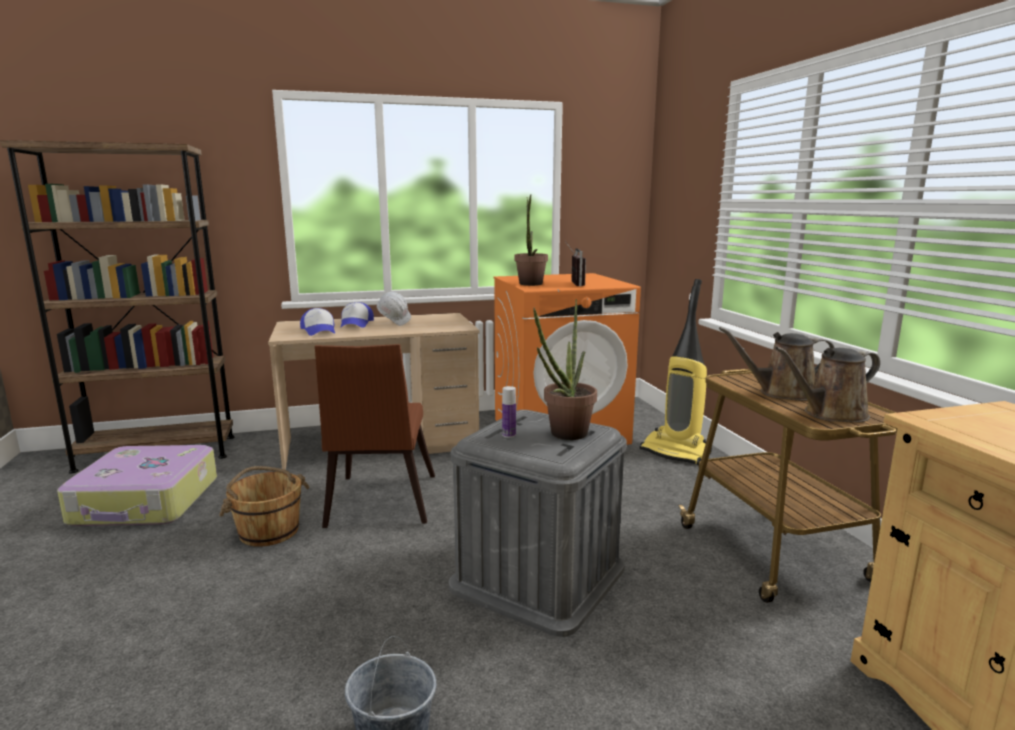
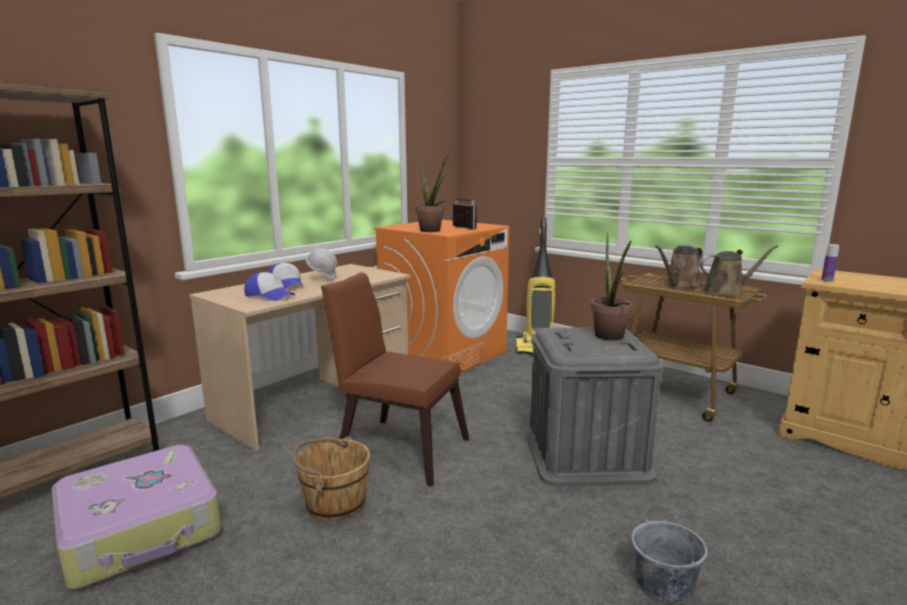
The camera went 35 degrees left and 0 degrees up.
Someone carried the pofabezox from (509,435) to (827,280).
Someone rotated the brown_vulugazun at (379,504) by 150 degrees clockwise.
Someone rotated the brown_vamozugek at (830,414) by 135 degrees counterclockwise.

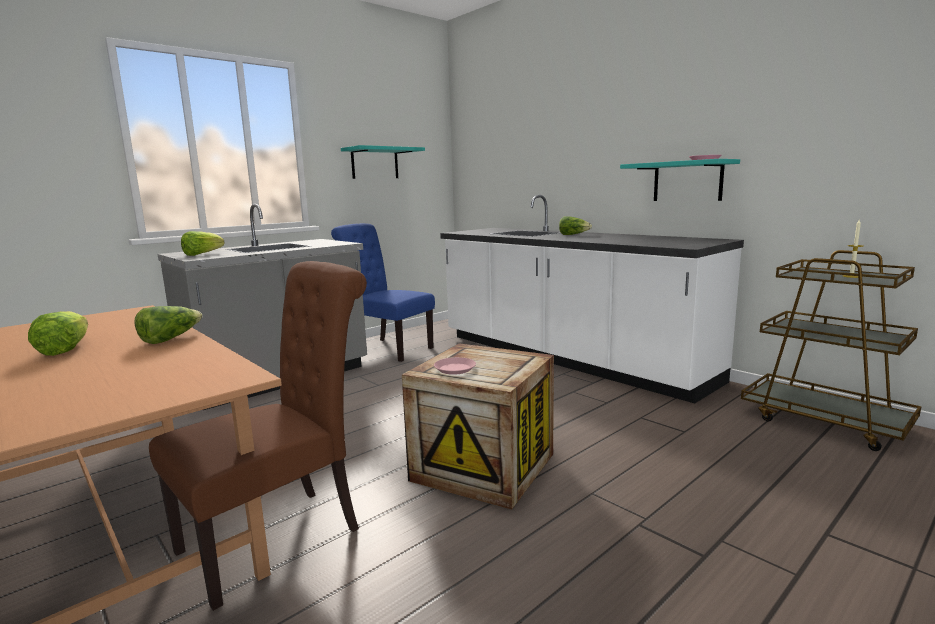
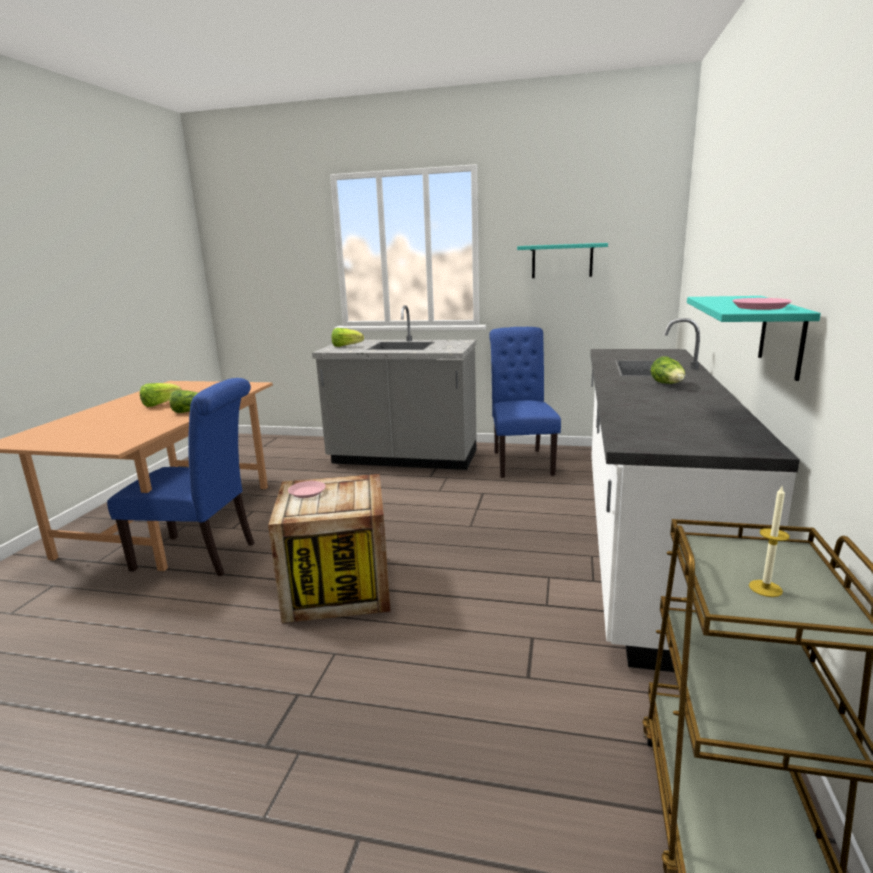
The camera went 55 degrees right and 5 degrees up.
Someone repainted the brown_vulugazun at (281,535), which became the blue_vulugazun at (202,556).

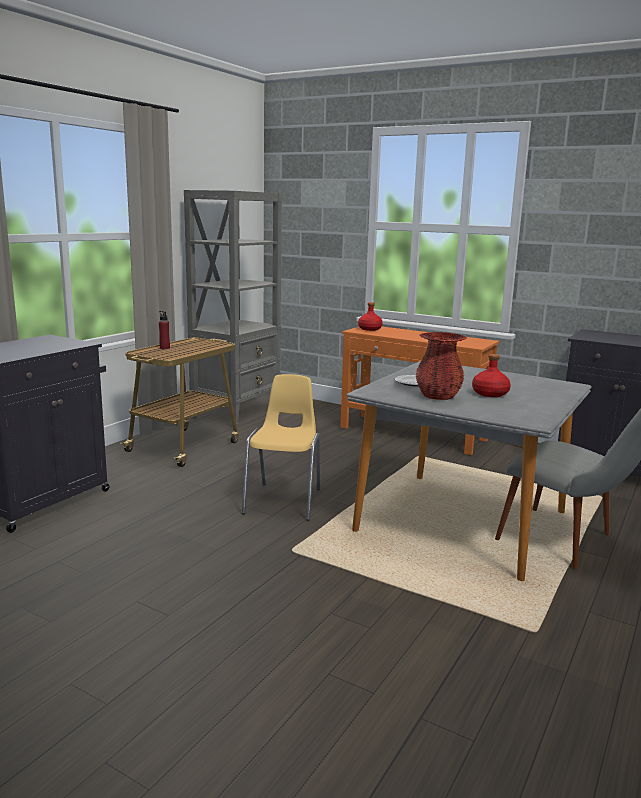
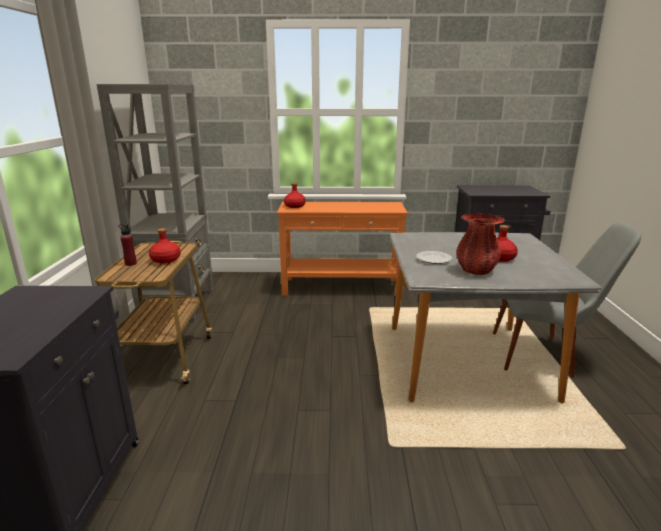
The camera went 30 degrees left and 5 degrees up.
Someone took away the yellow_vulugazun at (284,501).
Someone put down the red_pofabezox at (165,260).

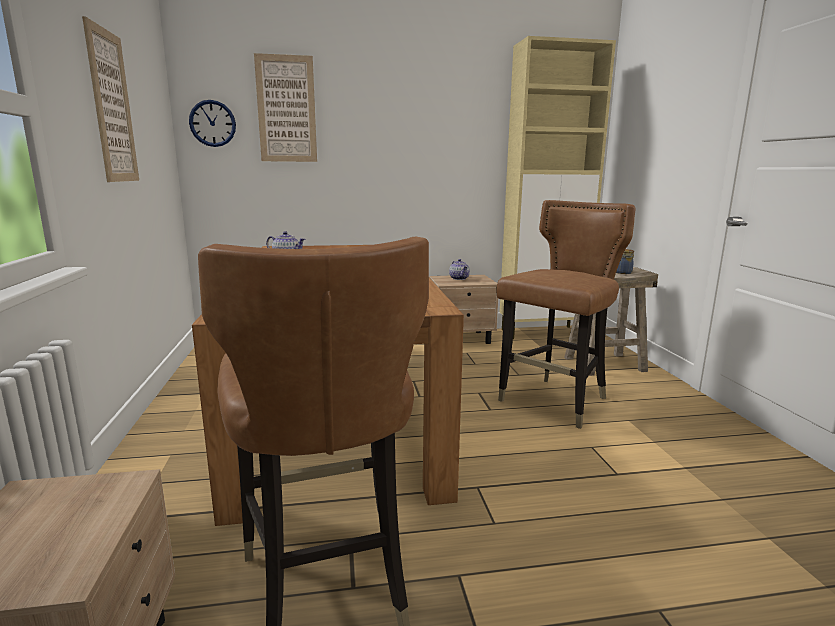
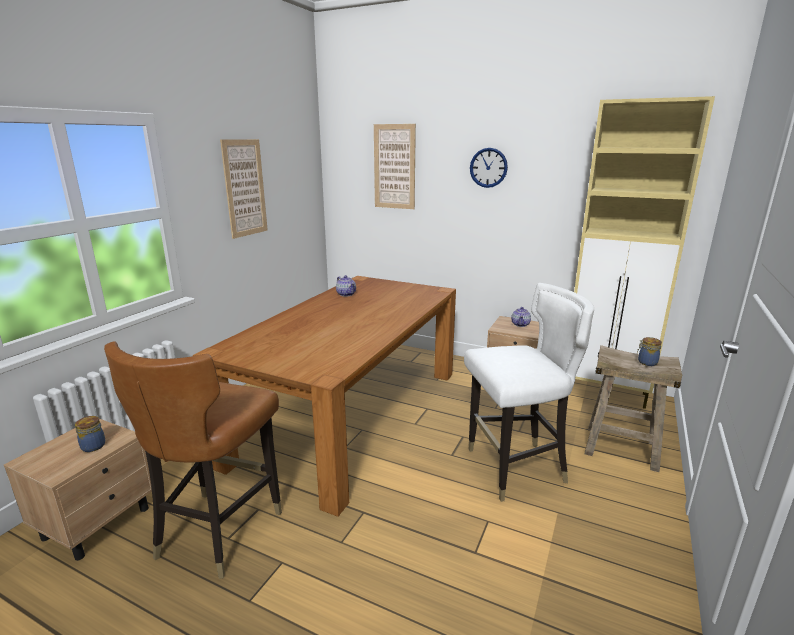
The camera went 35 degrees right and 5 degrees up.
Someone put down the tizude at (92,446).
Someone carried the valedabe from (212,123) to (488,167).
Someone repainted the brown_vulugazun at (555,402), which became the white_vulugazun at (515,469).

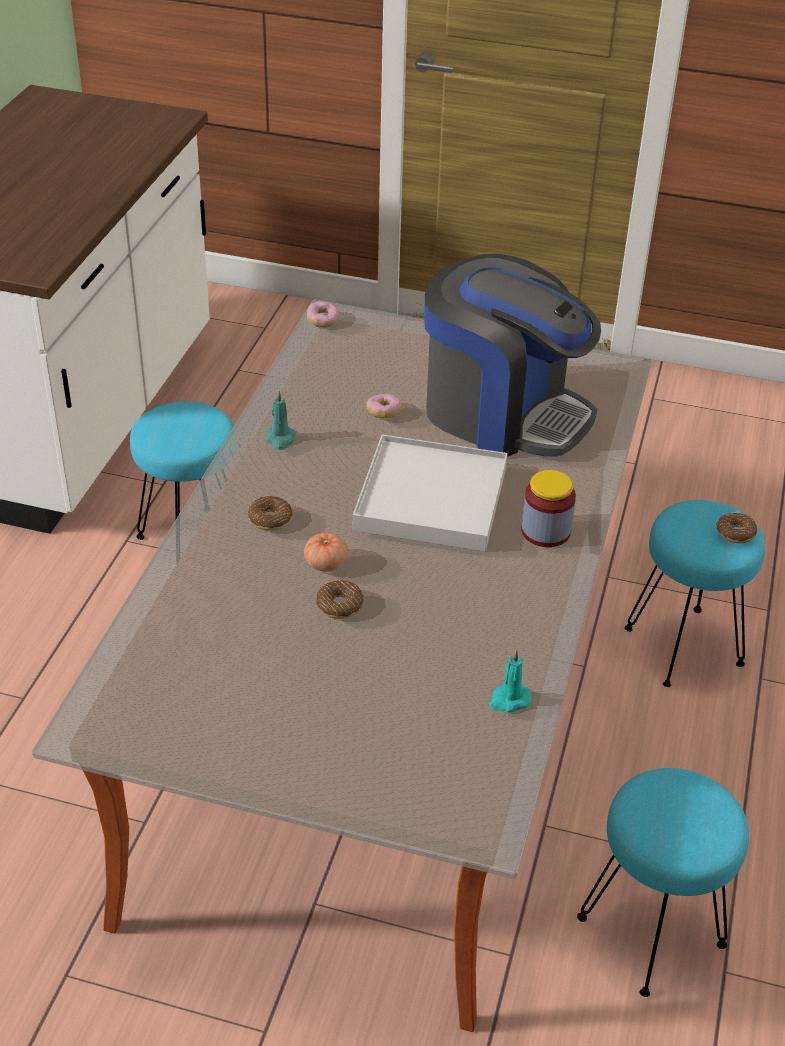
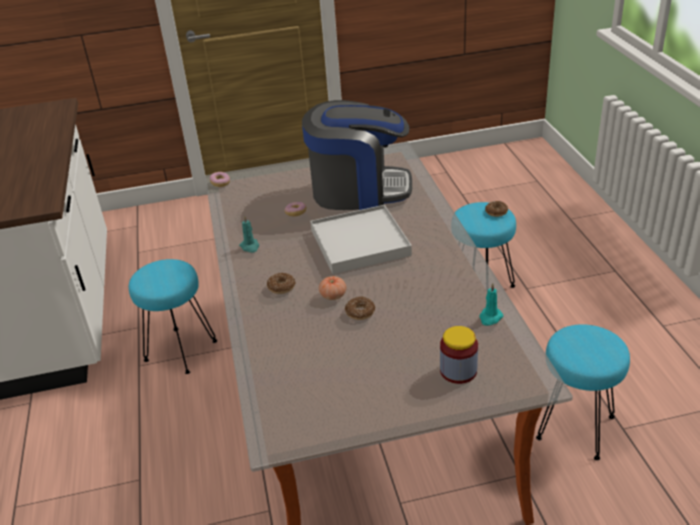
The camera went 25 degrees left and 5 degrees down.
Someone carried the tizude from (545,531) to (458,371).

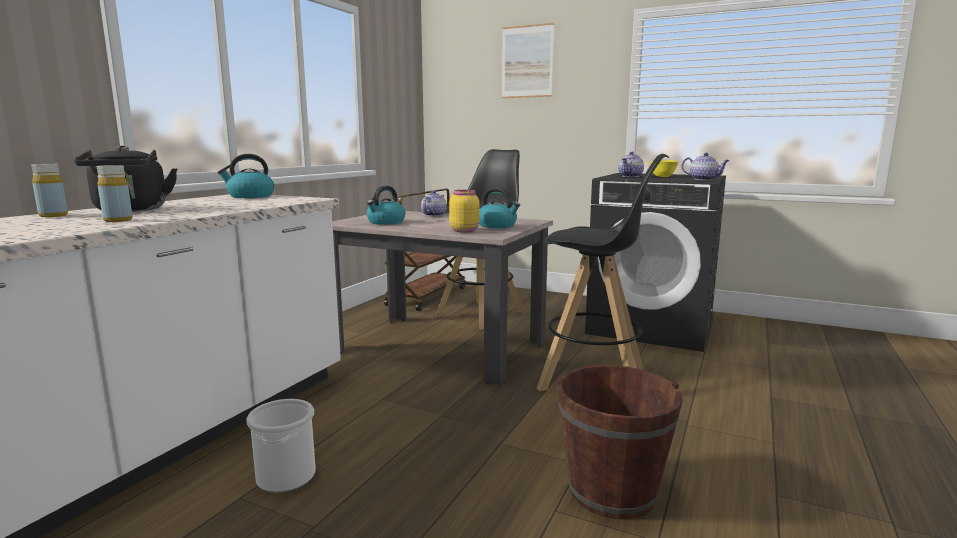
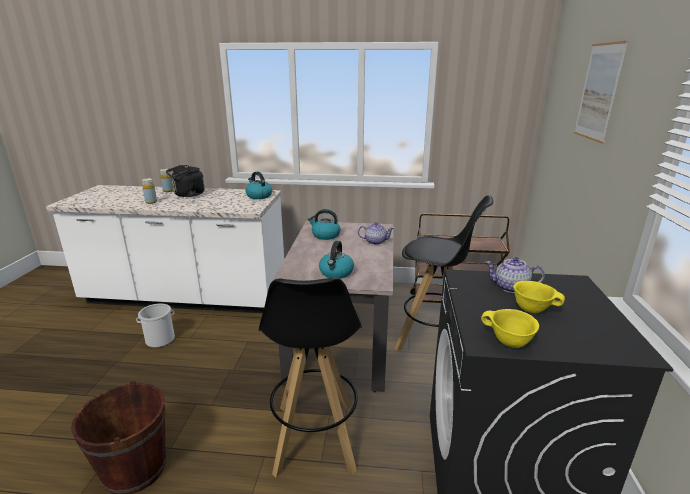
The camera went 70 degrees right and 10 degrees up.
Someone took away the yellow_tizude at (464,230).
Someone swapped the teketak at (704,179) for the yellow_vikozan at (508,342).

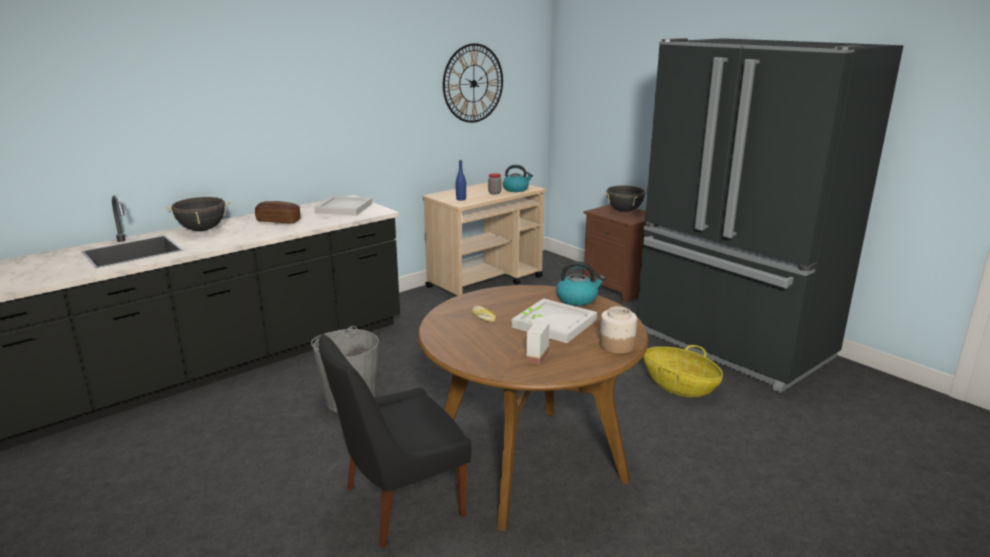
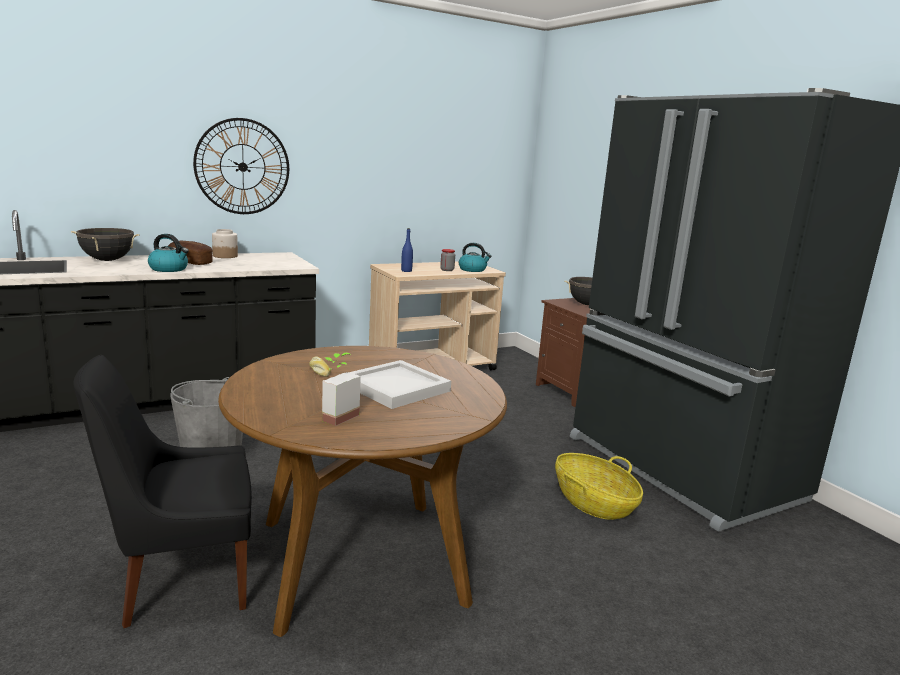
The camera went 10 degrees right and 5 degrees down.
Someone took away the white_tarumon at (345,208).
Someone carried the valedabe from (473,83) to (242,167).
Someone carried the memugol from (577,299) to (169,269).
Someone carried the tizude from (616,345) to (225,256).

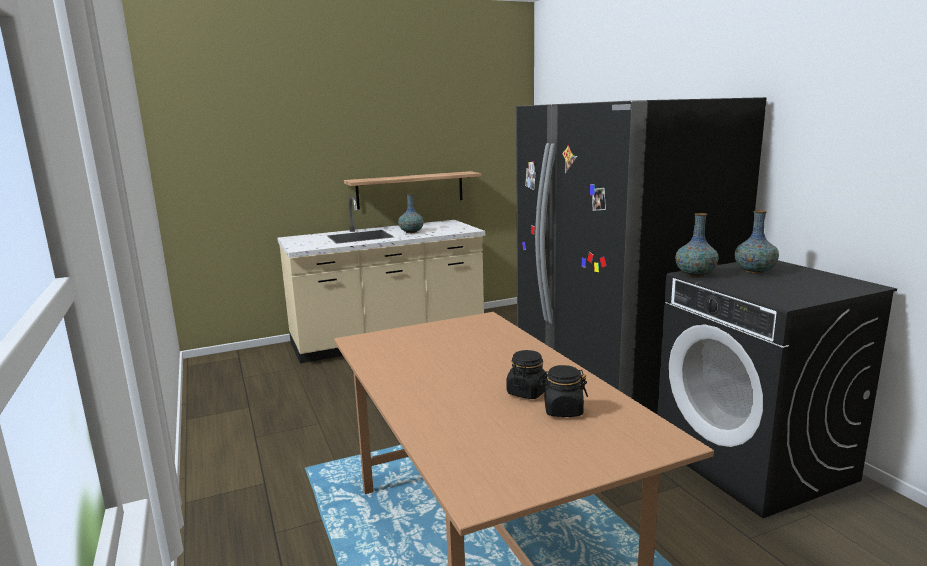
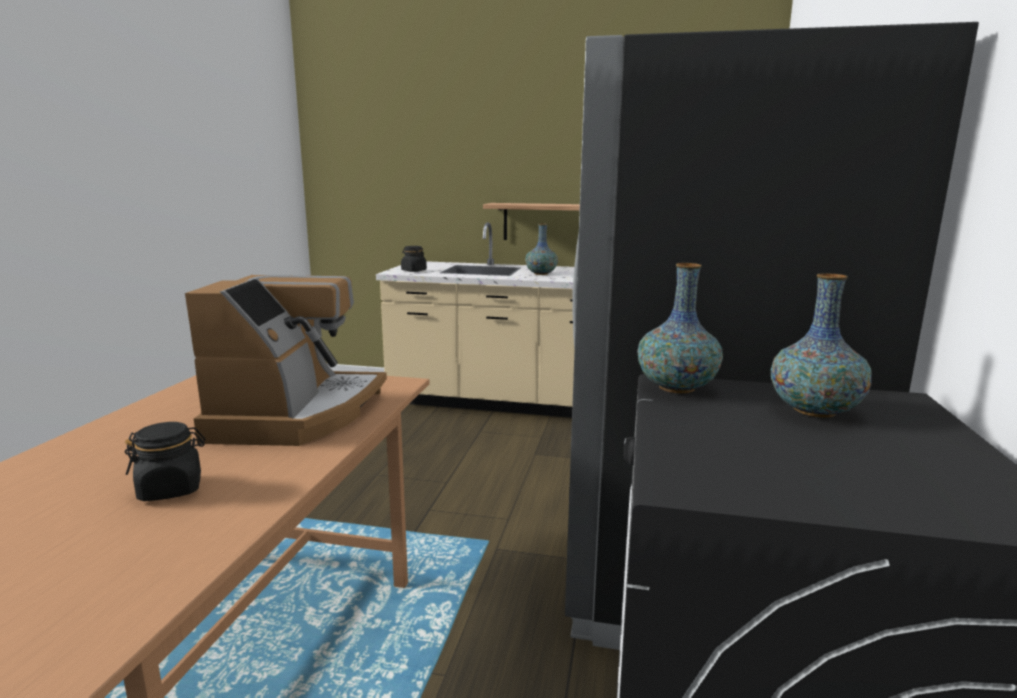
The camera went 35 degrees right and 0 degrees up.
Someone put down the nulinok at (297,414).
Someone carried the black_tizude from (563,410) to (413,270).

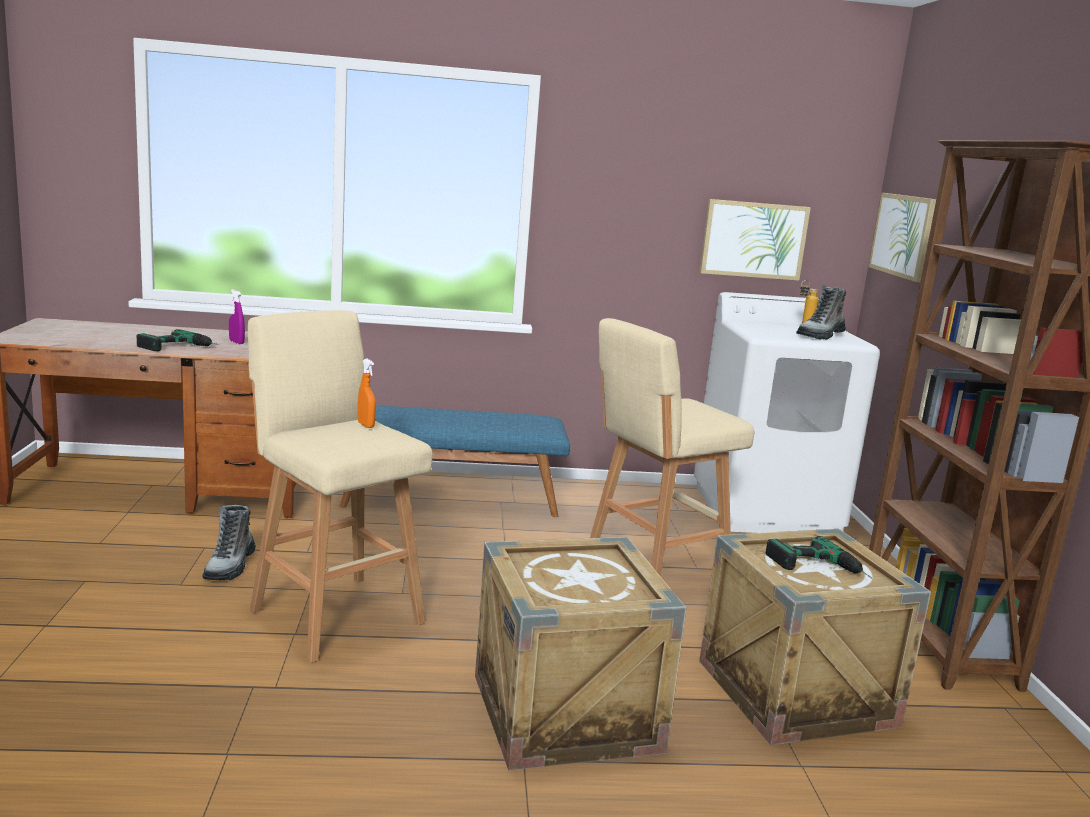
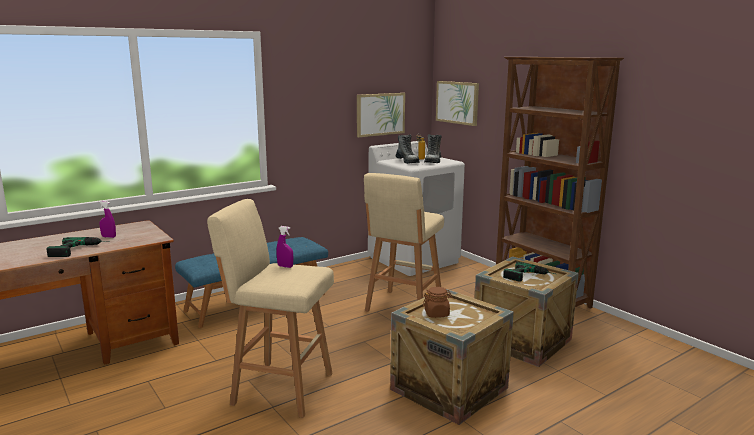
The camera went 30 degrees left and 0 degrees up.
Someone put down the brown_tizude at (437,314).
Someone carried the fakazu from (230,566) to (407,161).
Someone repainted the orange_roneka at (366,425), which became the purple_roneka at (285,266).

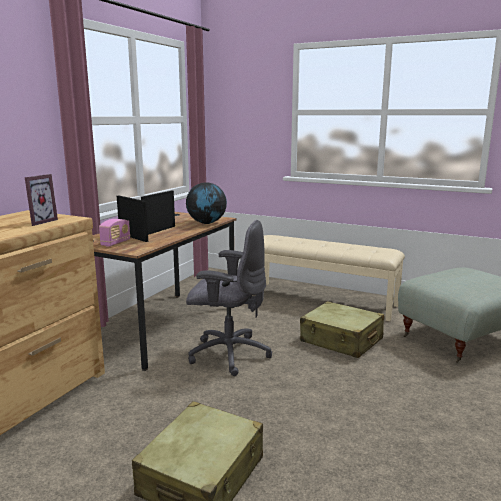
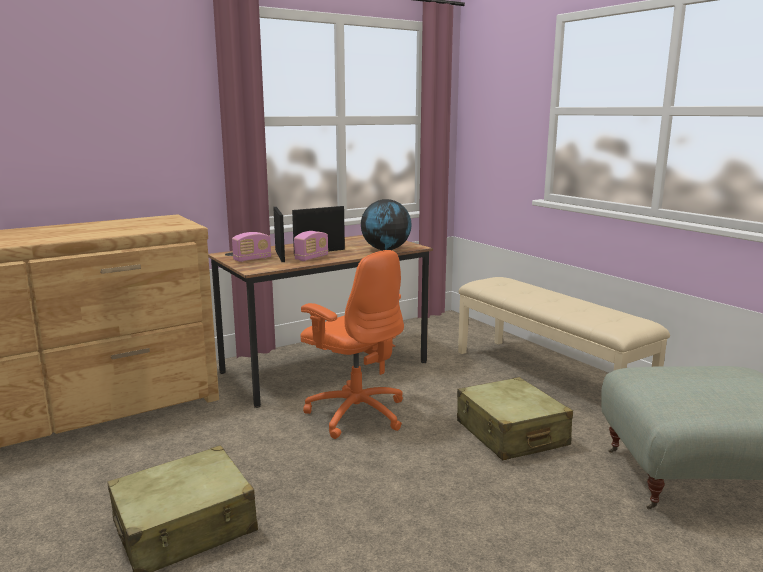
The camera went 30 degrees right and 0 degrees up.
Someone took away the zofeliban at (39,222).
Someone put down the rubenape at (311,258).
Someone repainted the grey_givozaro at (228,354), which became the orange_givozaro at (356,413).

